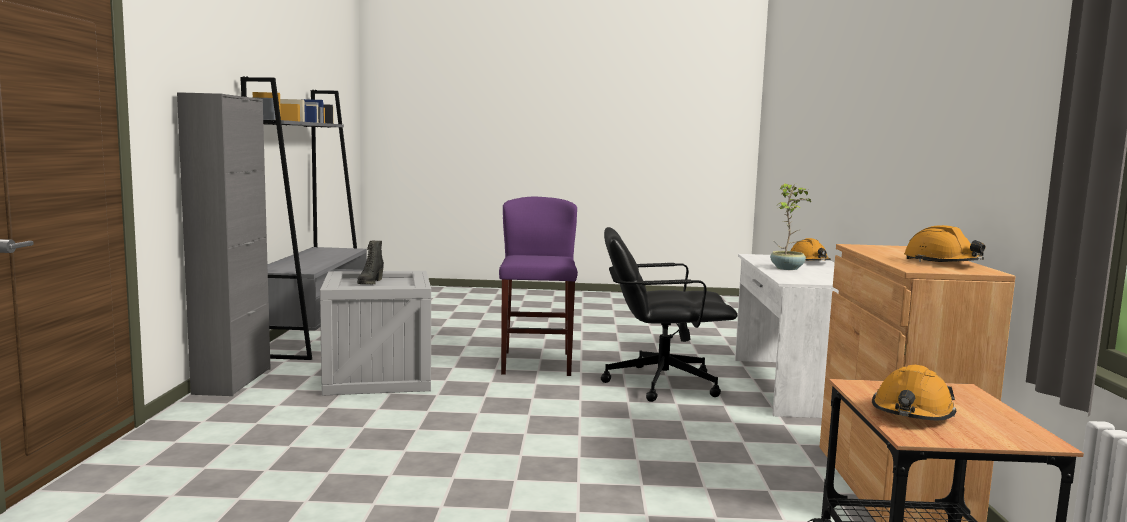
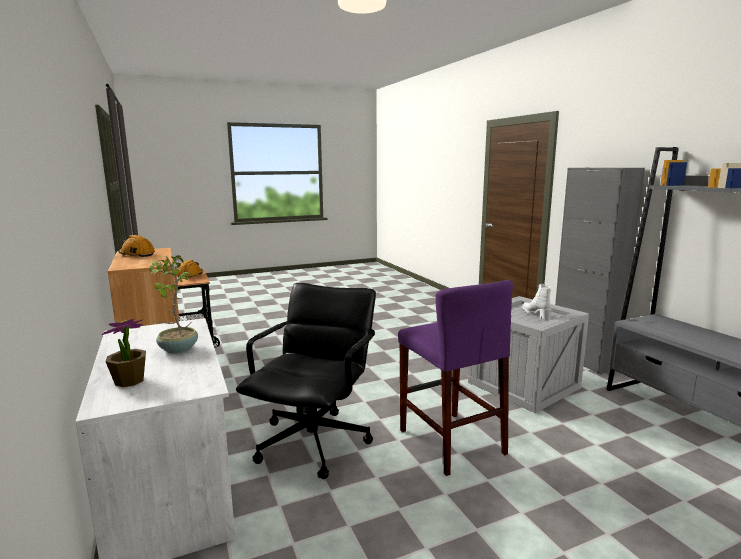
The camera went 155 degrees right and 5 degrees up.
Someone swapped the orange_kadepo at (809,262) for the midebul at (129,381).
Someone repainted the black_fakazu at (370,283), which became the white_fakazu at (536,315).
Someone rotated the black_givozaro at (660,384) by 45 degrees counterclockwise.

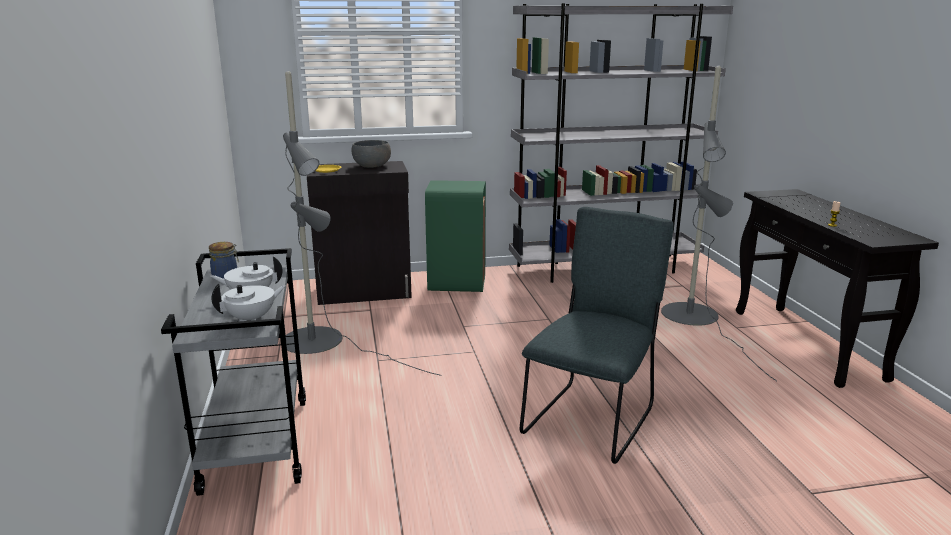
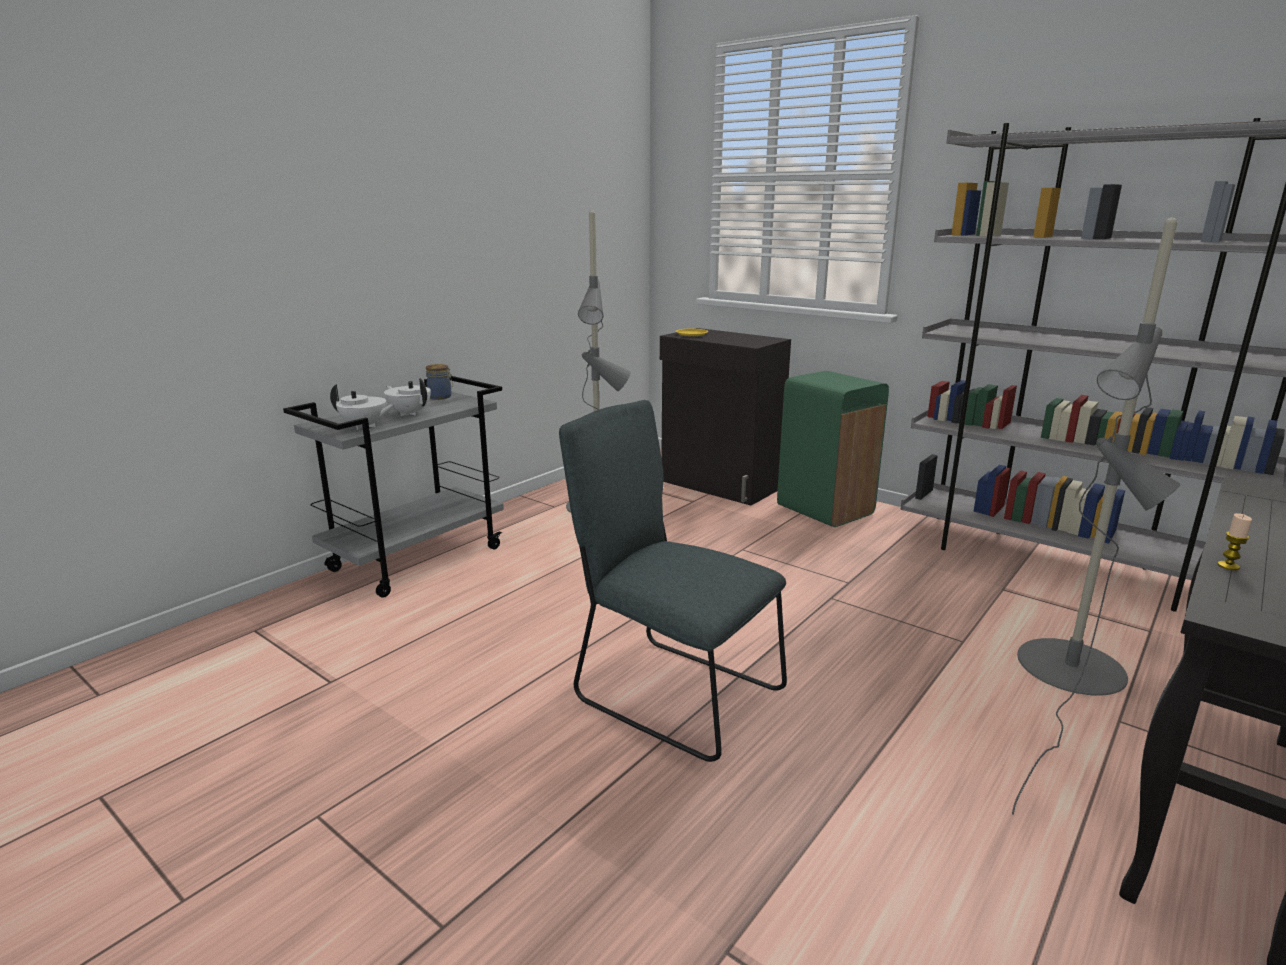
The camera went 50 degrees right and 0 degrees up.
Someone took away the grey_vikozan at (372,166).
Someone rotated the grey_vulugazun at (592,418) by 135 degrees counterclockwise.

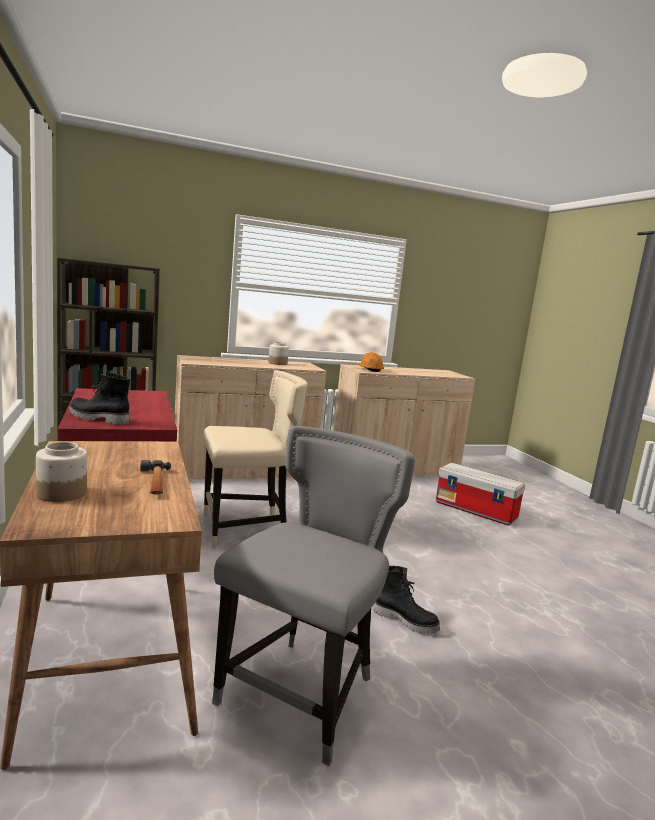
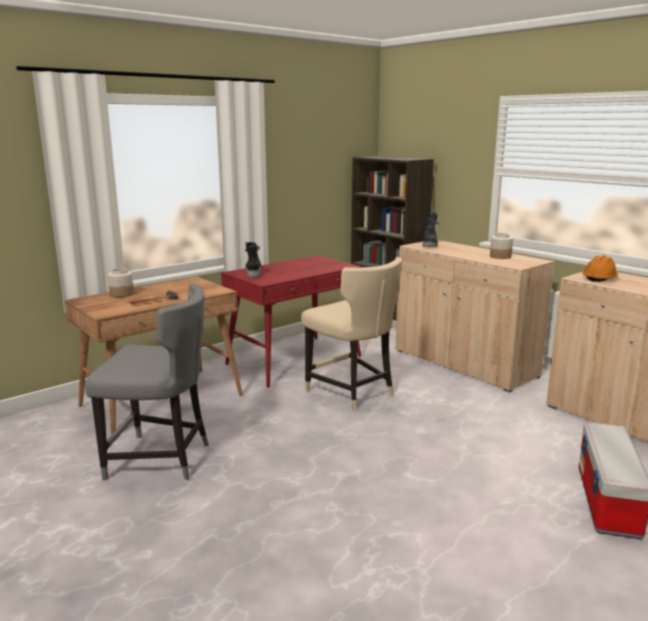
The camera went 70 degrees right and 5 degrees up.
Someone carried the black_fakazu from (405,620) to (430,245).

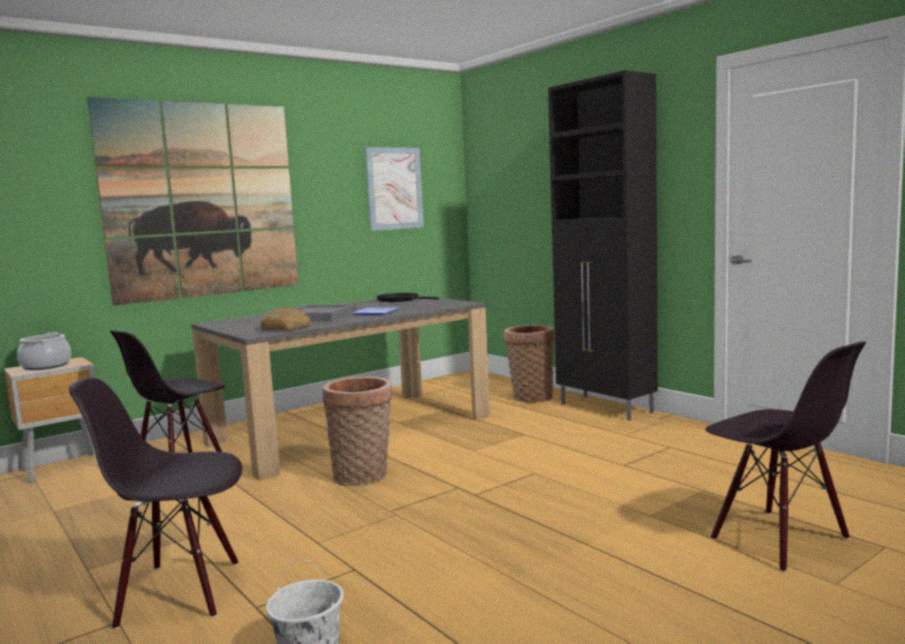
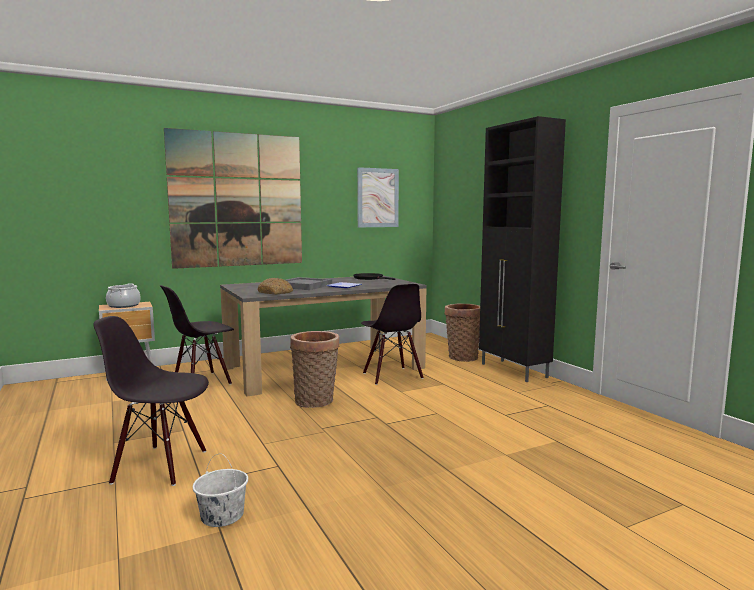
The camera went 10 degrees right and 0 degrees up.
Someone carried the black_vulugazun from (778,539) to (391,376).

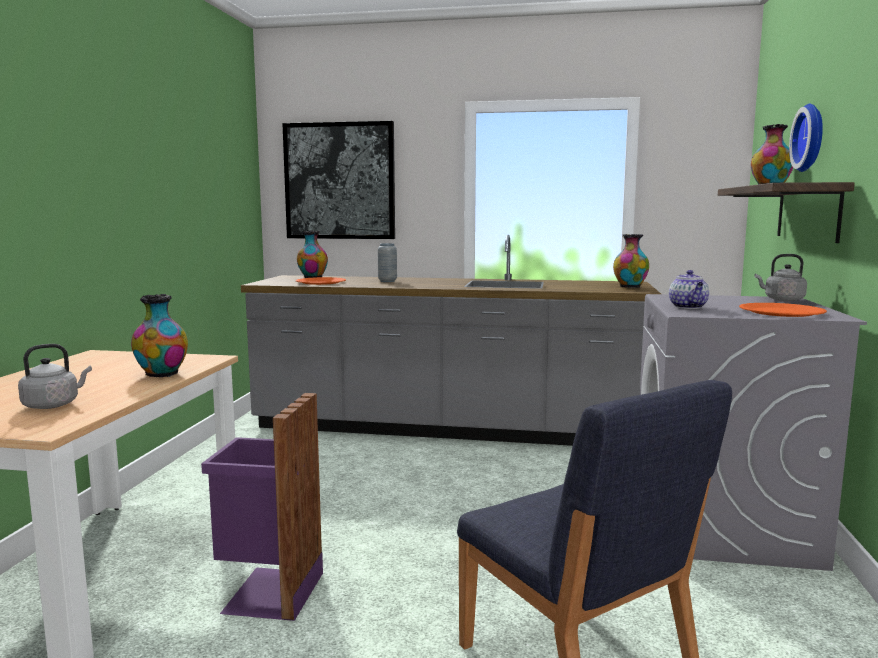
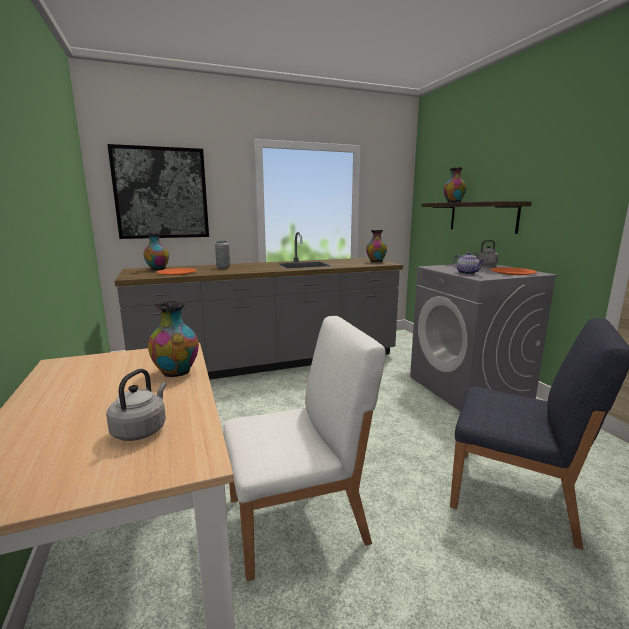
The camera went 30 degrees left and 5 degrees up.
Someone took away the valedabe at (812,138).
Someone swapped the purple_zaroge at (268,592) for the white_vulugazun at (298,520).

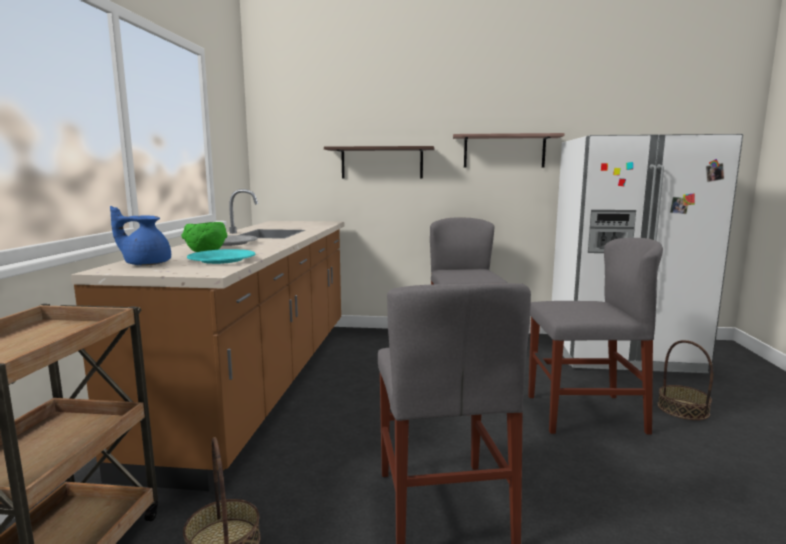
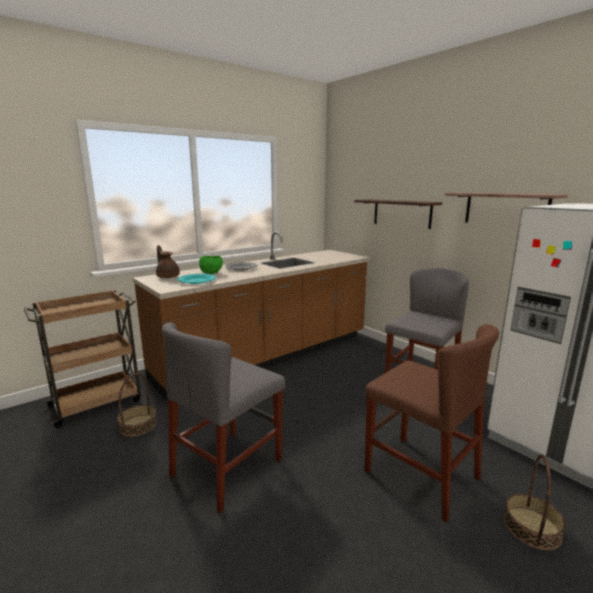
The camera went 45 degrees right and 5 degrees up.
Someone repainted the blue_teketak at (146,264), which became the brown_teketak at (168,277).
Someone repainted the grey_vulugazun at (584,413), which became the brown_vulugazun at (421,474).

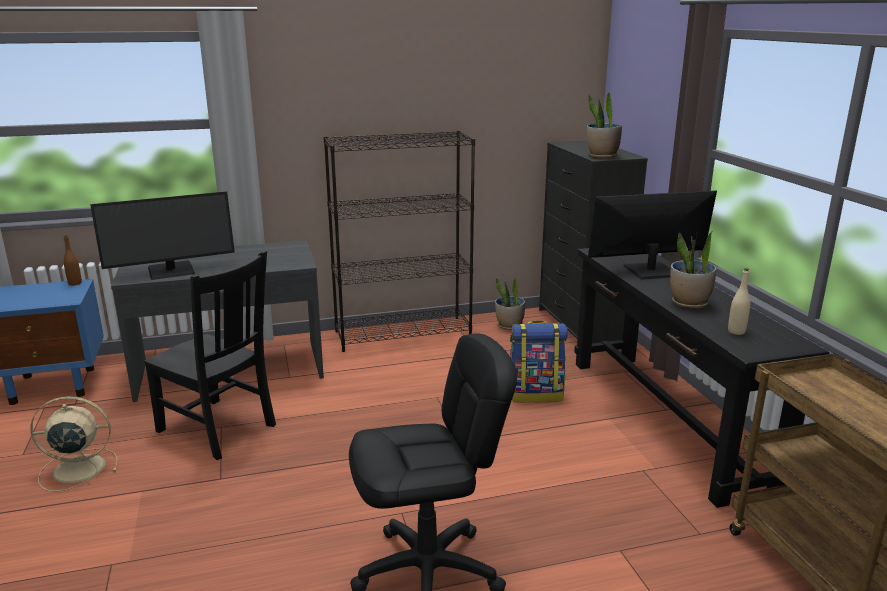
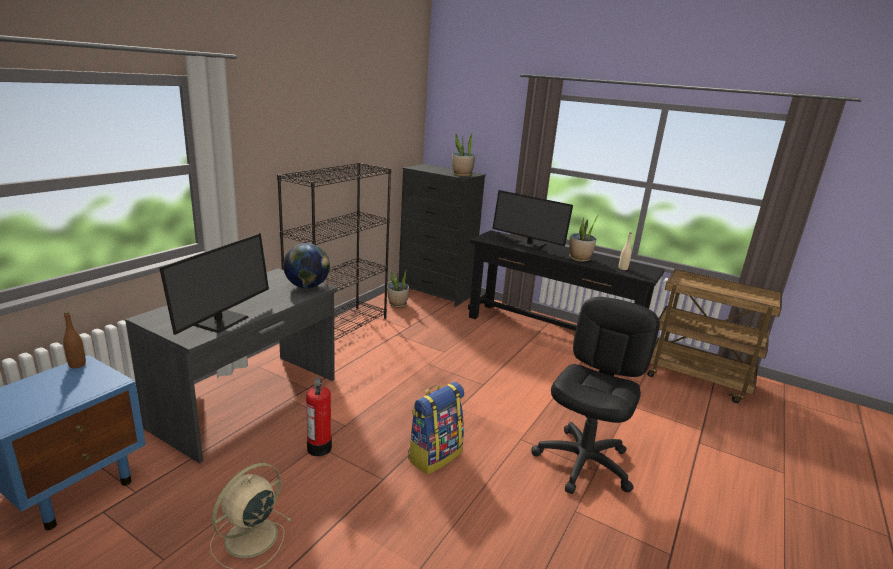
The camera went 45 degrees left and 0 degrees up.
Someone put down the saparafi at (307,287).
Someone carried the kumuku from (535,394) to (434,455).
Someone swapped the black_vulugazun at (219,429) for the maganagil at (319,448).
Someone rotated the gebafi at (650,270) by 90 degrees counterclockwise.

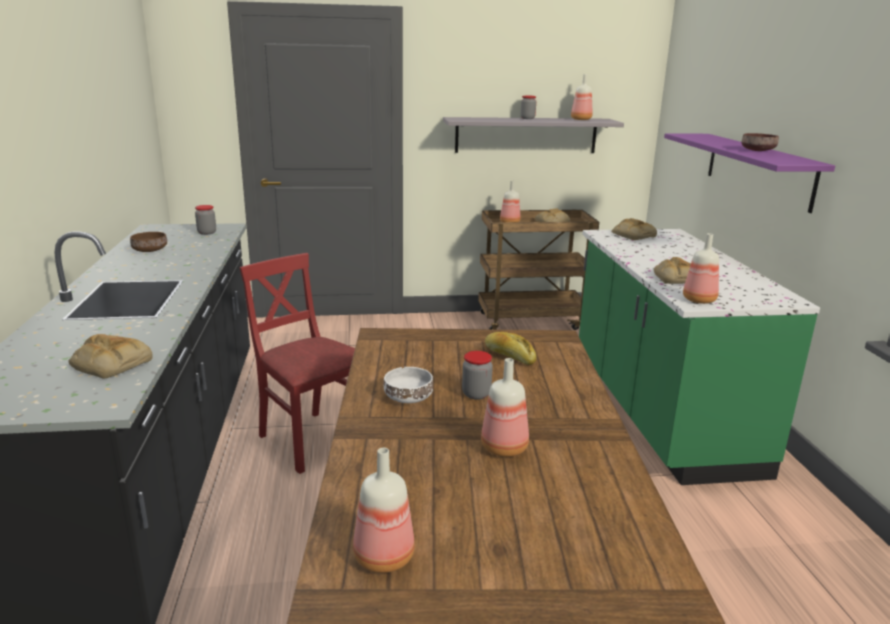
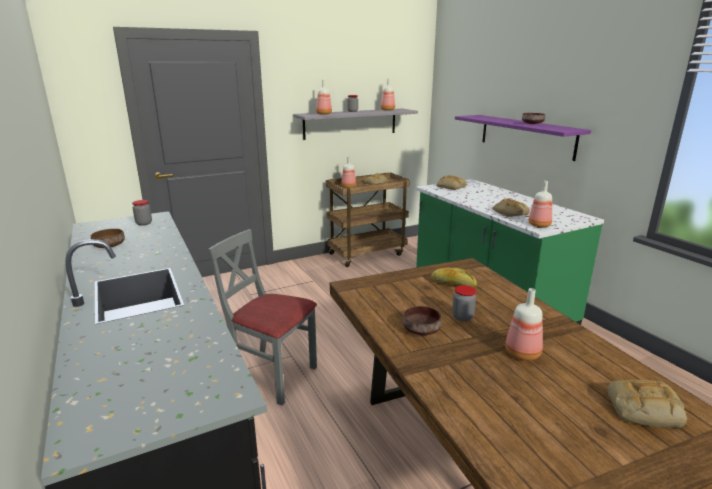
The camera went 20 degrees left and 0 degrees up.
Someone carried the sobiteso from (109,364) to (643,409).
Someone carried the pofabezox from (382,558) to (323,114).
Someone repainted the red_vulugazun at (311,440), which became the grey_vulugazun at (272,376).
Someone repainted the white_vikozan at (408,398), which became the brown_vikozan at (421,330).

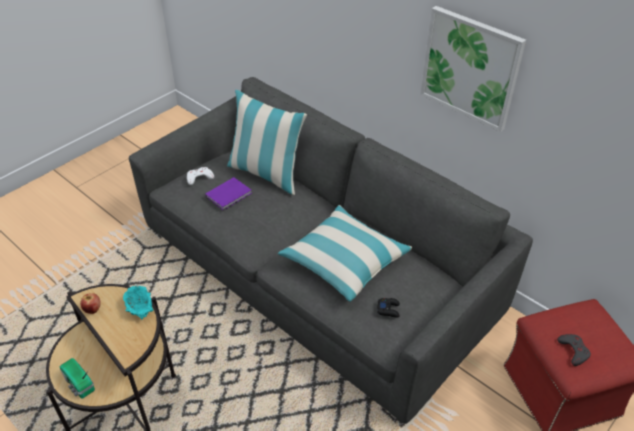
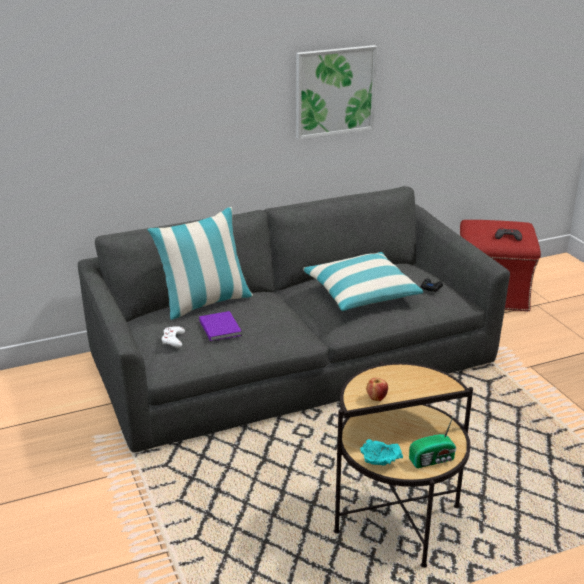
The camera went 65 degrees left and 15 degrees down.
Someone carried the turquoise_vikozan from (140,310) to (380,463).

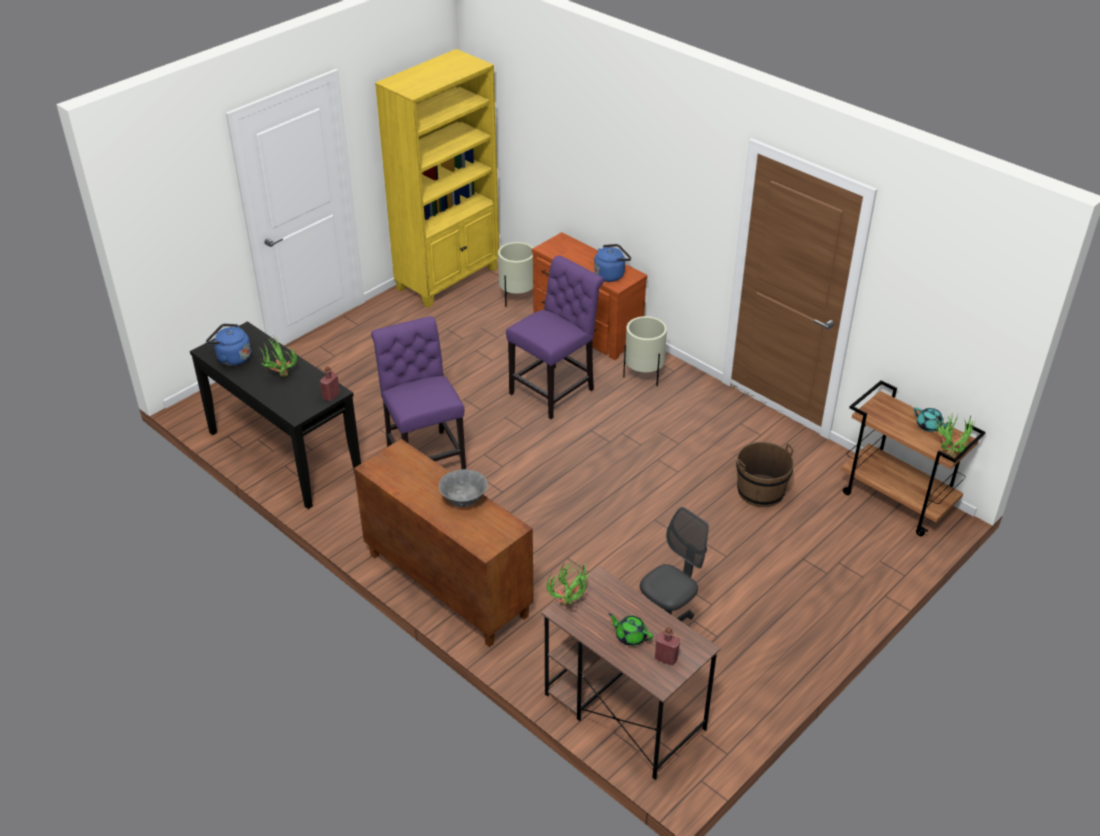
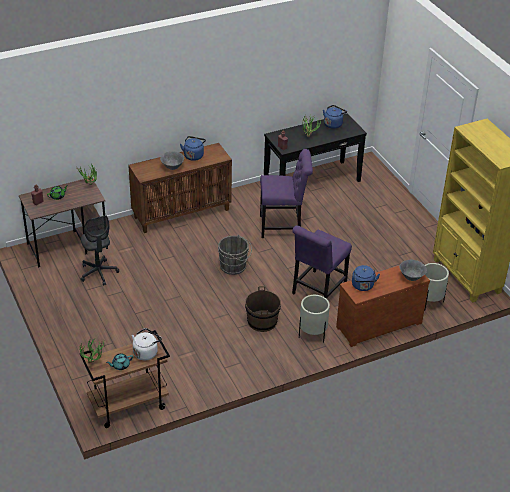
The camera went 110 degrees right and 0 degrees up.
Someone put down the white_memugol at (146,352).
Someone put down the blue_memugol at (194,155).
Someone put down the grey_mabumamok at (234,267).
Someone put down the grey_vikozan at (411,278).
Someone carried the brown_mabumamok from (760,491) to (262,321).
Someone rotated the purple_vulugazun at (555,390) by 60 degrees clockwise.

